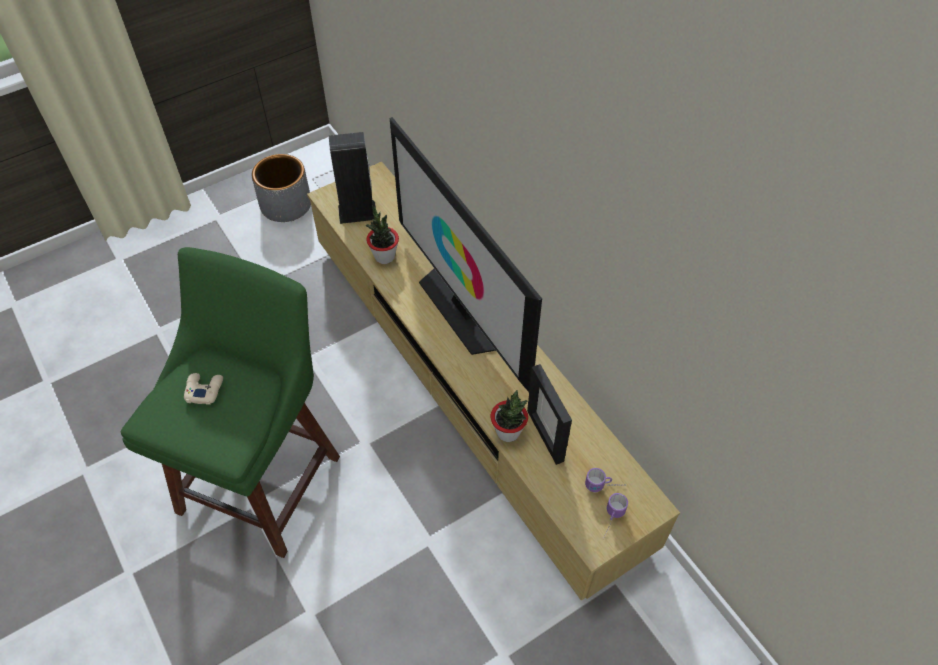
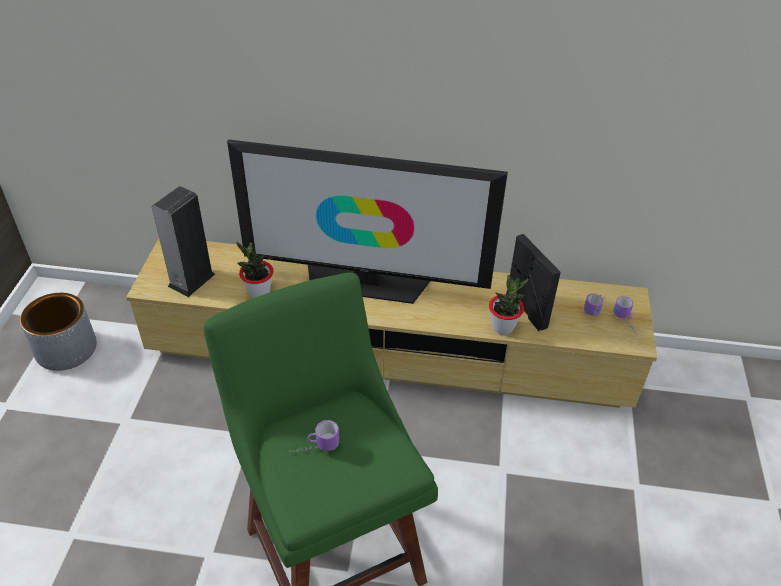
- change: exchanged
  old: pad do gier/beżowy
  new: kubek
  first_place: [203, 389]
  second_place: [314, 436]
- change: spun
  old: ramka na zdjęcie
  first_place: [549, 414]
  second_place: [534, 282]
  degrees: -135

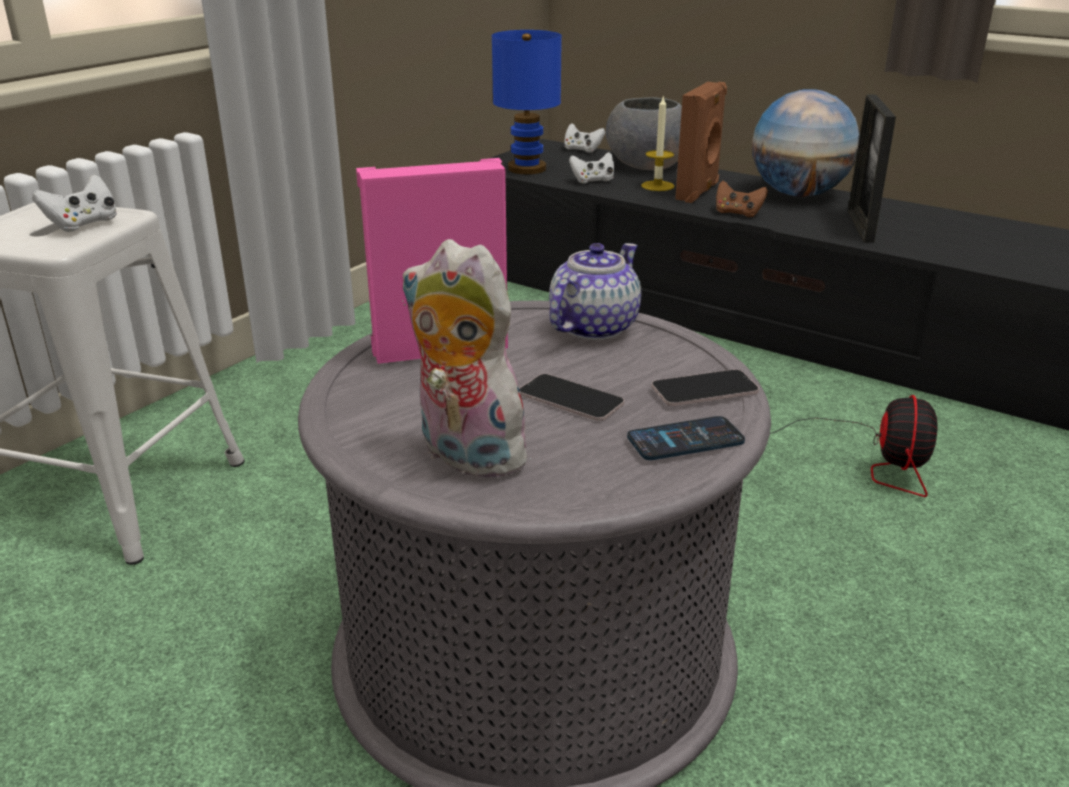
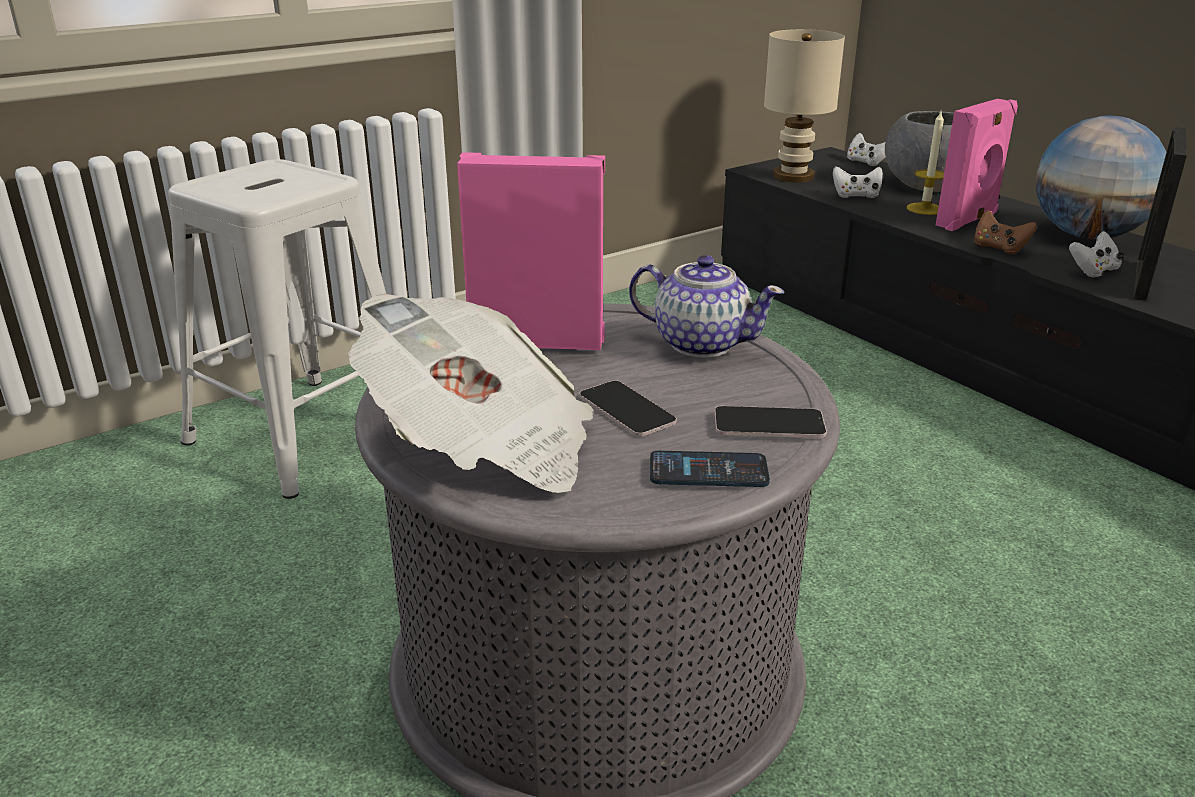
- change: exchanged
  old: pluszak
  new: gazeta
  first_place: [471, 358]
  second_place: [470, 393]
- change: spun
  old: imbryk
  first_place: [595, 291]
  second_place: [706, 306]
  degrees: 60
- change: colour
  old: lampa stołowa/niebieski
  new: lampa stołowa/beżowy
  first_place: [527, 102]
  second_place: [804, 105]
- change: colour
  old: głośnik/brązowy
  new: głośnik/różowy
  first_place: [701, 142]
  second_place: [977, 165]
- change: relocated
  old: pad do gier/biały
  first_place: [74, 203]
  second_place: [1096, 254]
- change: missing
  old: wentylator
  first_place: [853, 446]

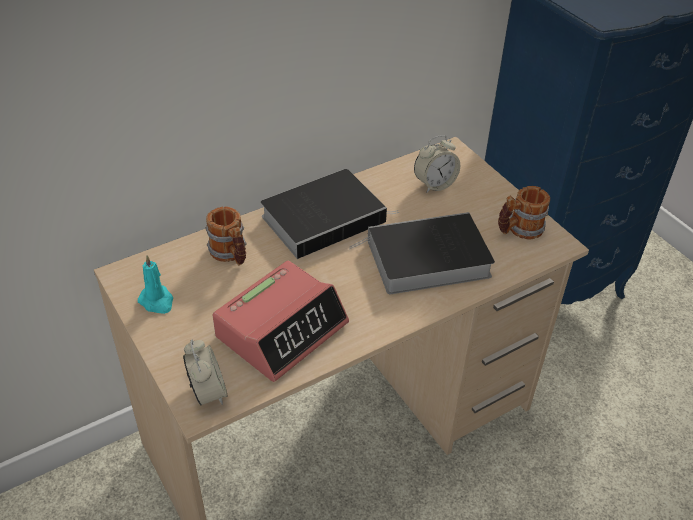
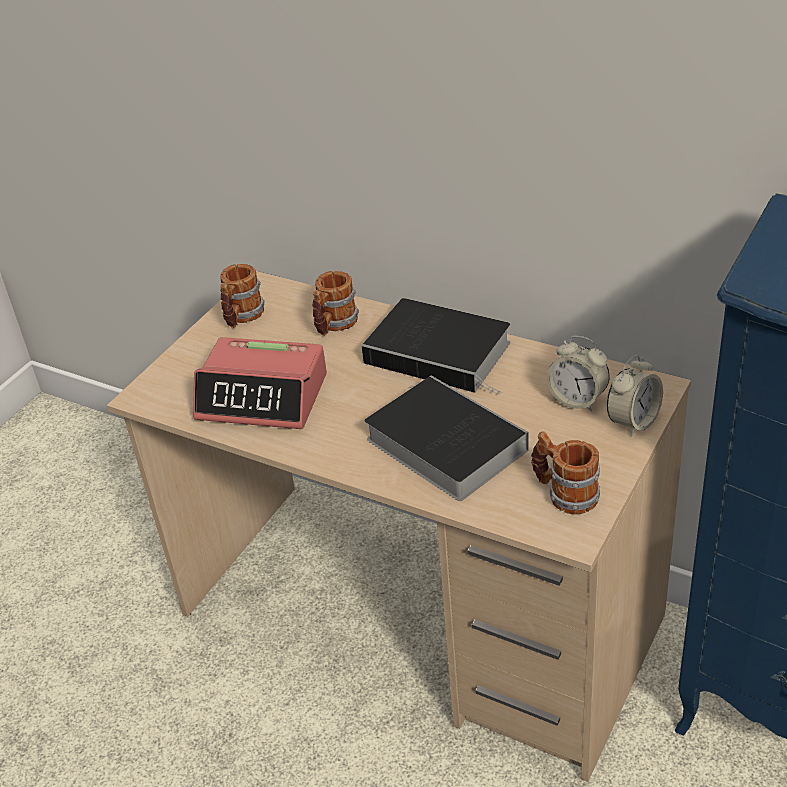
- change: exchanged
  old: świeca/turkusowy
  new: kubek
  first_place: [155, 284]
  second_place: [242, 296]
- change: relocated
  old: budzik
  first_place: [205, 372]
  second_place: [635, 395]

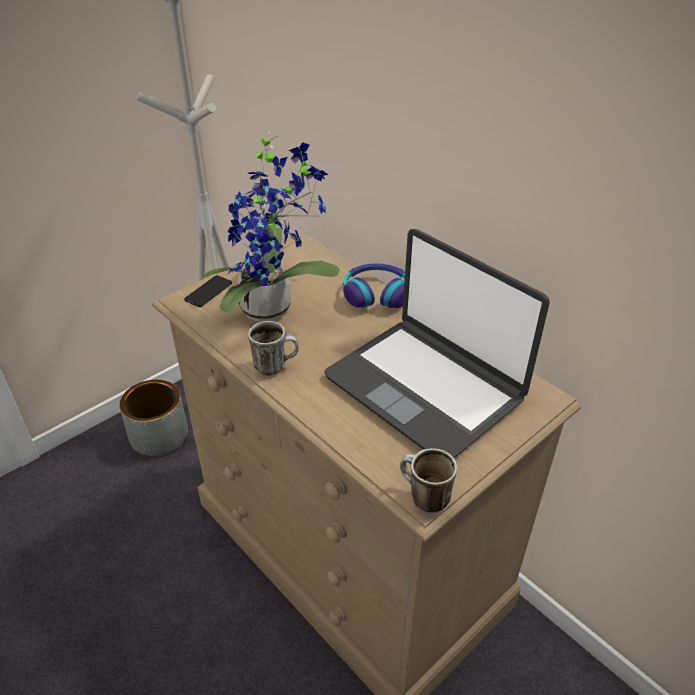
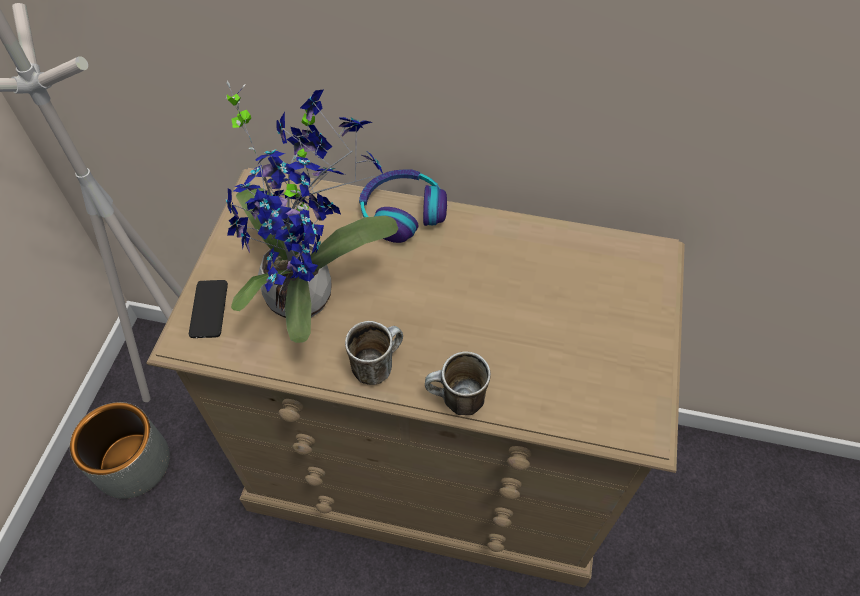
- change: relocated
  old: kubek
  first_place: [428, 480]
  second_place: [458, 383]
- change: missing
  old: laptop
  first_place: [437, 343]

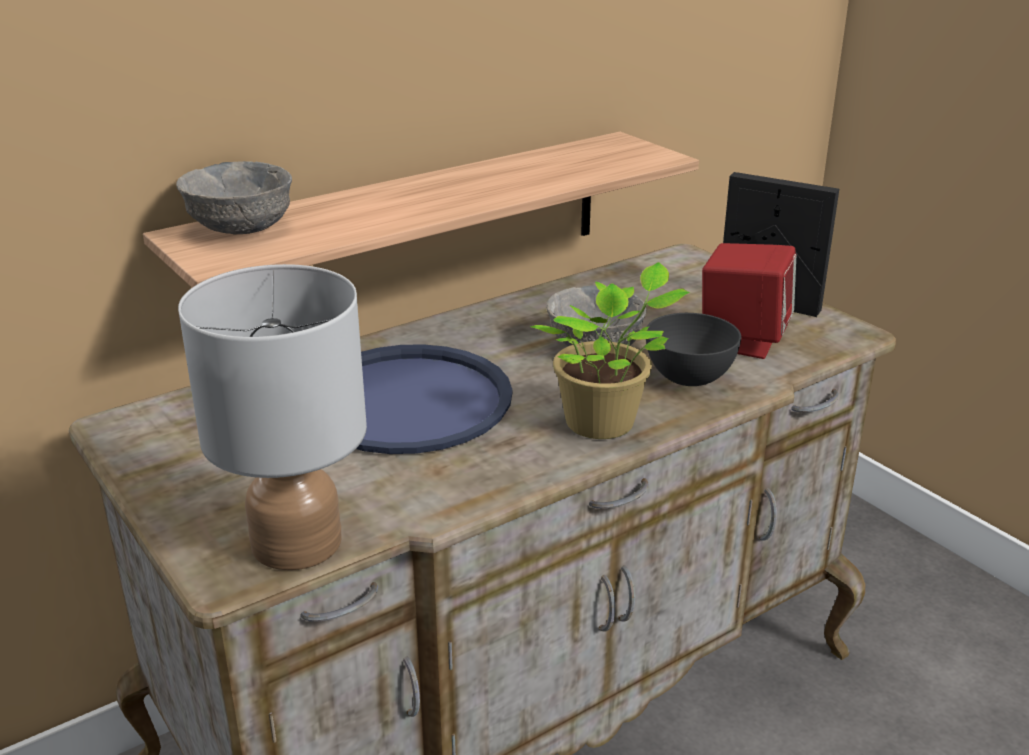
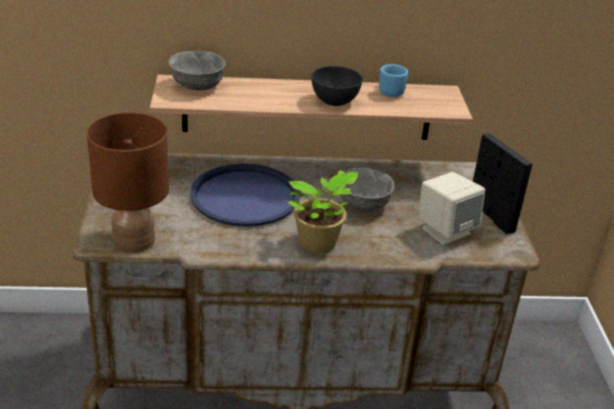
- change: colour
  old: lampa stołowa/szary
  new: lampa stołowa/brązowy
  first_place: [272, 417]
  second_place: [128, 182]
- change: relocated
  old: miska/szary
  first_place: [693, 349]
  second_place: [337, 86]
- change: appeared
  new: kubek/niebieski
  second_place: [393, 80]
- change: colour
  old: głośnik/czerwony
  new: głośnik/beżowy
  first_place: [749, 301]
  second_place: [452, 208]

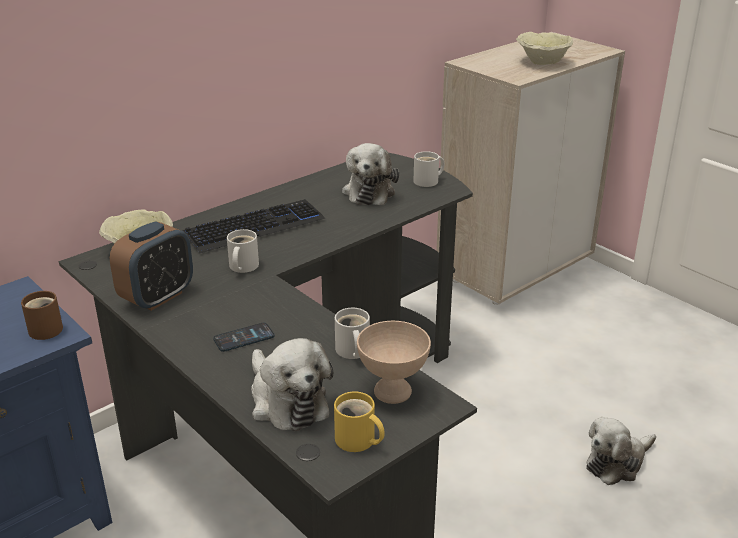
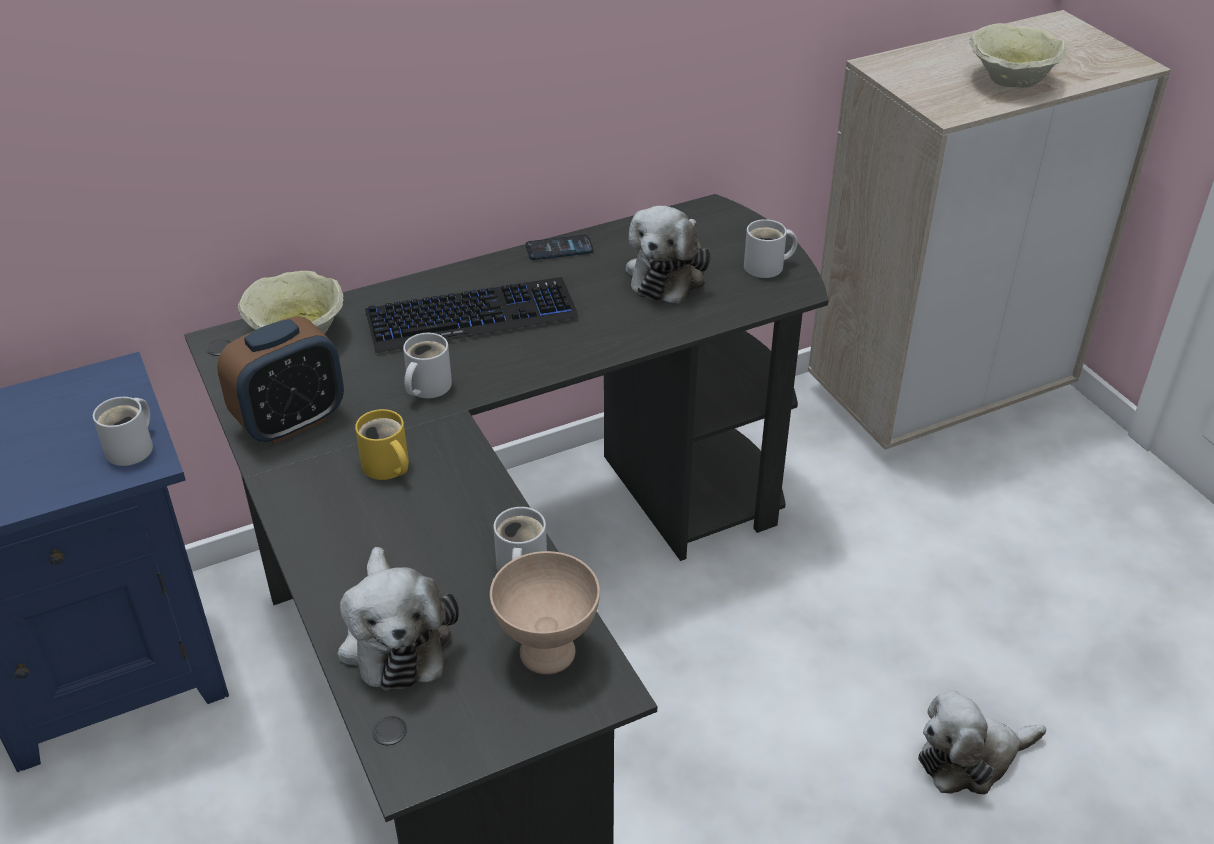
- change: colour
  old: kubek/brązowy
  new: kubek/biały
  first_place: [42, 315]
  second_place: [123, 431]
- change: relocated
  old: kubek/żółty
  first_place: [359, 421]
  second_place: [382, 444]
- change: relocated
  old: telefon
  first_place: [243, 337]
  second_place: [560, 247]

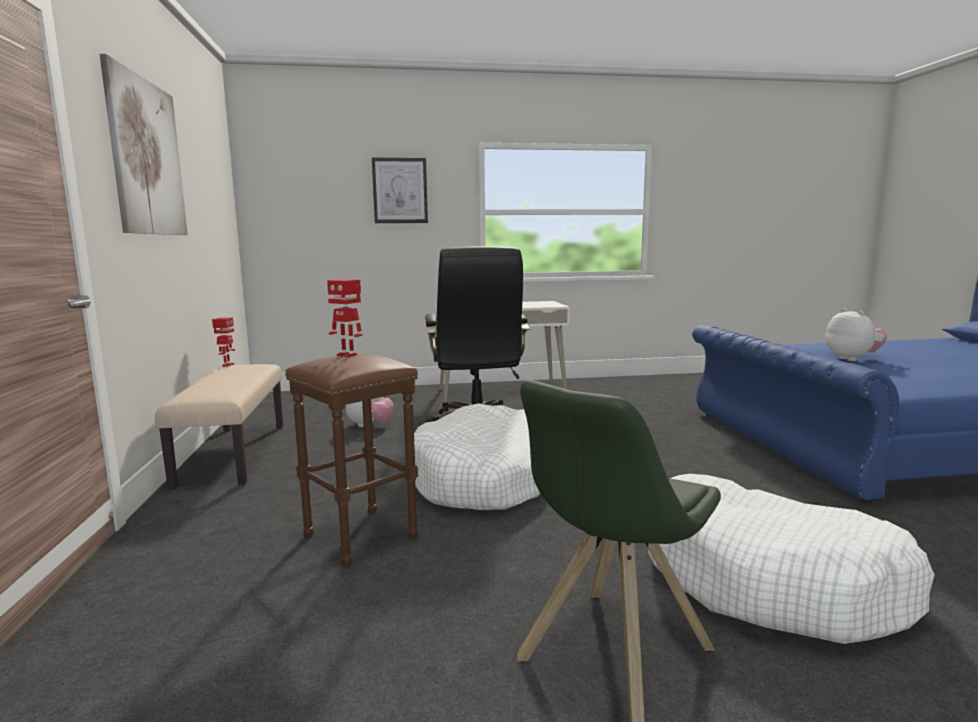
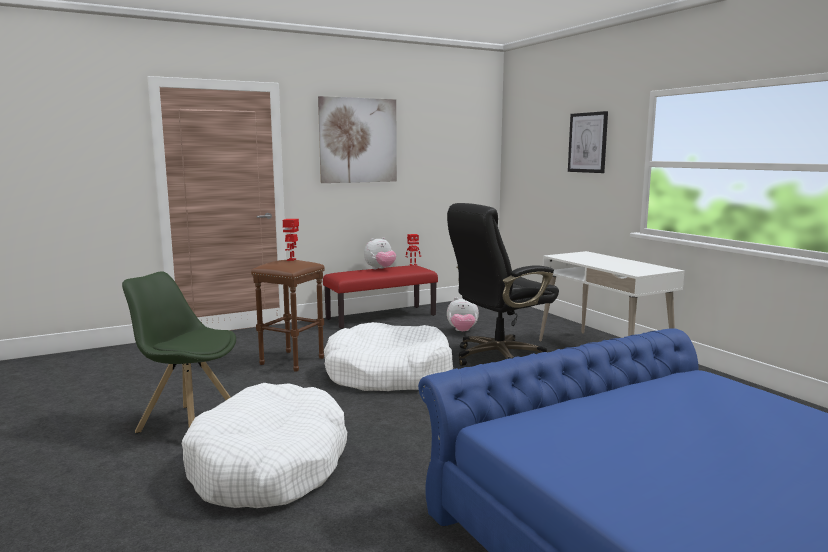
- change: colour
  old: ławka/beżowy
  new: ławka/czerwony
  first_place: [219, 426]
  second_place: [380, 297]
- change: relocated
  old: pluszak
  first_place: [856, 334]
  second_place: [380, 253]

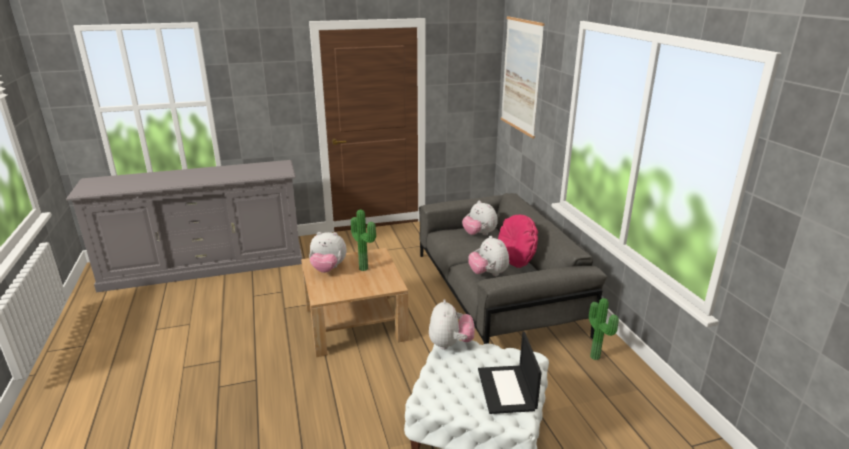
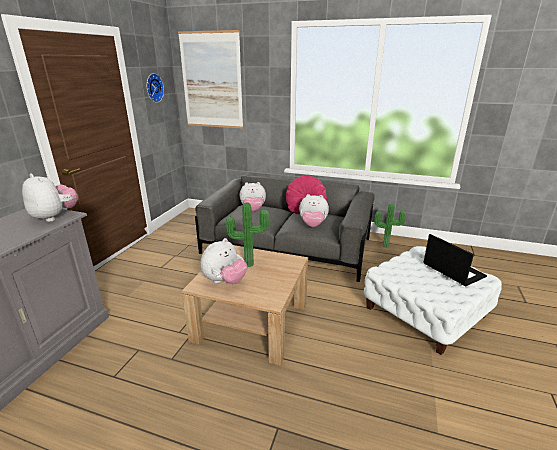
- change: relocated
  old: pluszak
  first_place: [452, 324]
  second_place: [50, 197]
- change: appeared
  new: zegar ścienny
  second_place: [155, 88]
- change: spun
  old: laptop
  first_place: [510, 373]
  second_place: [455, 260]
  degrees: -150

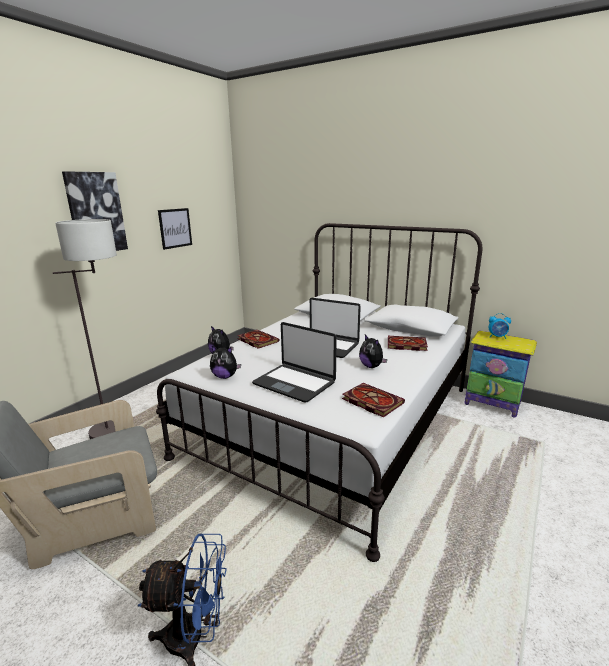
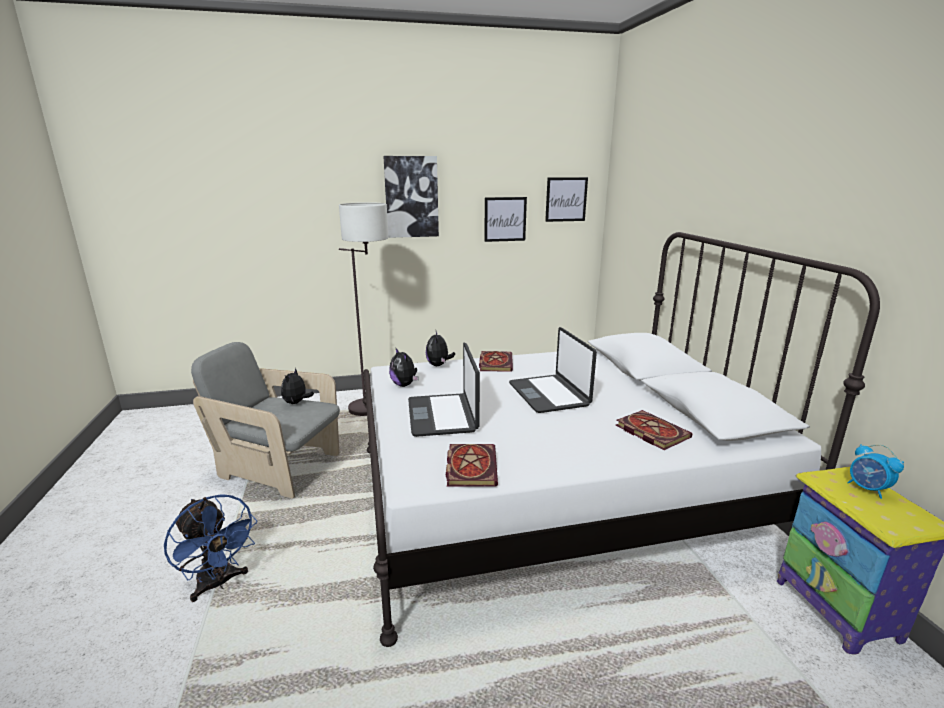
- change: relocated
  old: pluszak
  first_place: [373, 351]
  second_place: [297, 386]
- change: appeared
  new: obraz
  second_place: [566, 199]

